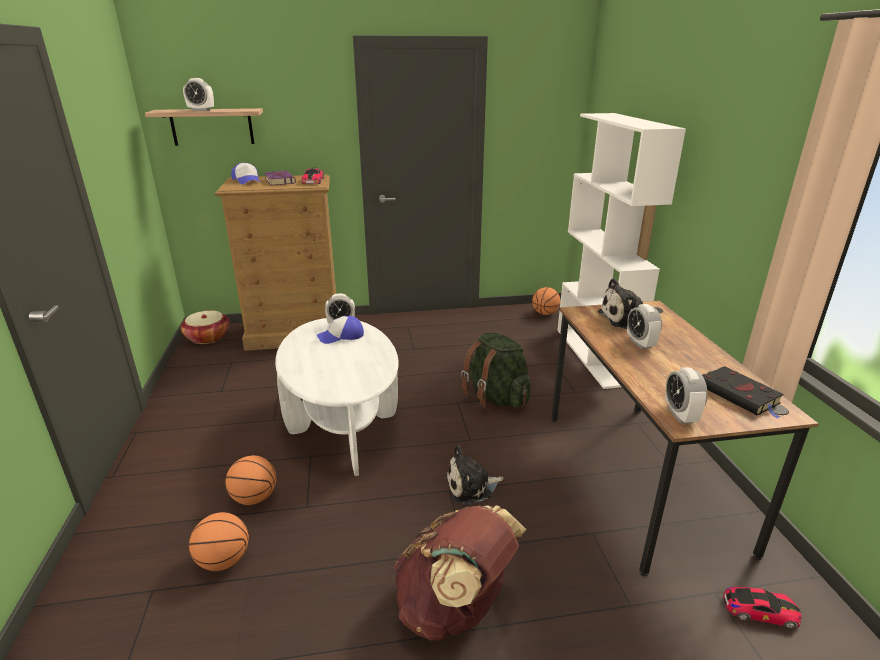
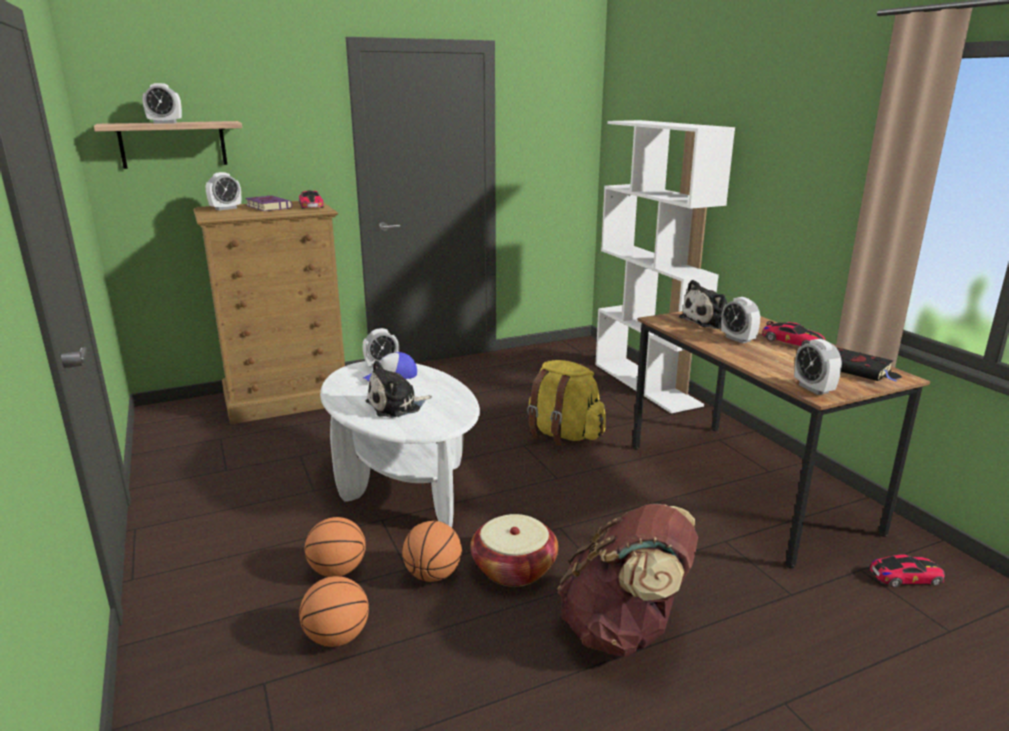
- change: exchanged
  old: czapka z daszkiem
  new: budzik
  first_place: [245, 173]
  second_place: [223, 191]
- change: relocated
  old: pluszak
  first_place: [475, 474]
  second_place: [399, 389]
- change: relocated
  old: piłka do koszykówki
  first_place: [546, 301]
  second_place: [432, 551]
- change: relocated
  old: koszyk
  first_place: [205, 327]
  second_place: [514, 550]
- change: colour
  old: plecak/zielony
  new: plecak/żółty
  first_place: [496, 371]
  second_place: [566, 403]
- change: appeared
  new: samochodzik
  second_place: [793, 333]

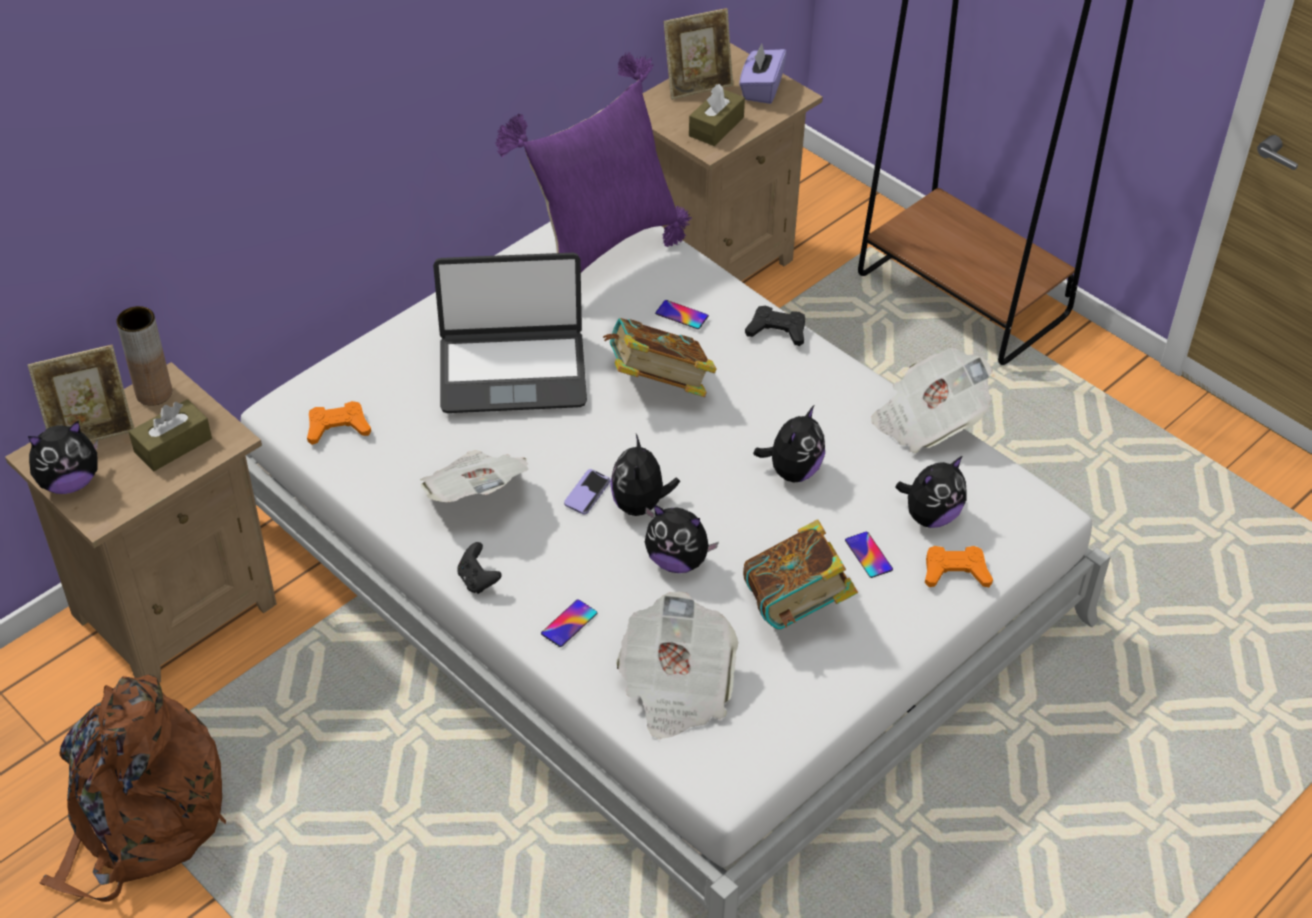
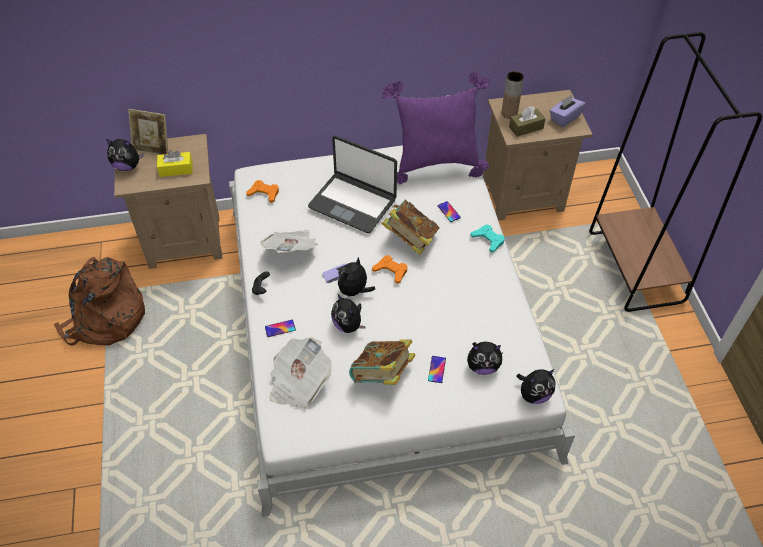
- change: colour
  old: pudełko chusteczek/brązowy
  new: pudełko chusteczek/żółty
  first_place: [170, 435]
  second_place: [175, 163]
- change: relocated
  old: pad do gier/pomarańczowy
  first_place: [959, 566]
  second_place: [389, 269]
- change: colour
  old: pad do gier/czarny
  new: pad do gier/turkusowy
  first_place: [775, 326]
  second_place: [487, 238]
- change: relocated
  old: wazon/brązowy
  first_place: [144, 356]
  second_place: [512, 95]
- change: relocated
  old: pluszak
  first_place: [789, 443]
  second_place: [535, 386]
- change: missing
  old: ramka na zdjęcie
  first_place: [698, 54]
- change: missing
  old: gazeta
  first_place: [932, 400]

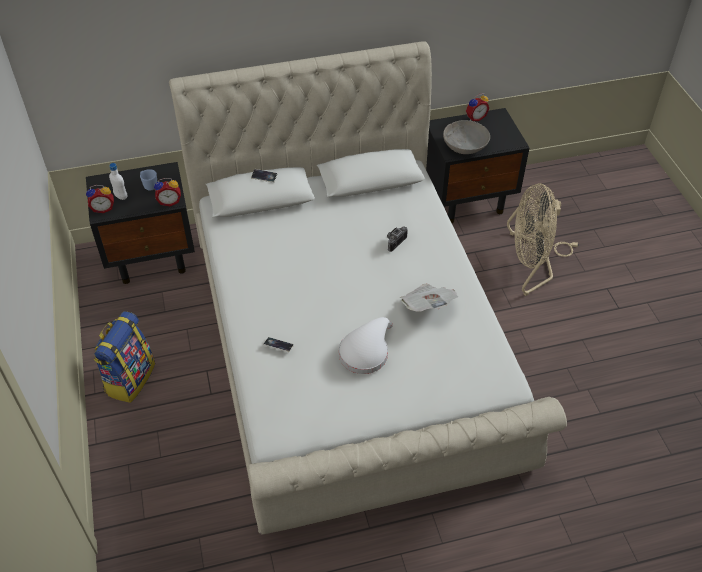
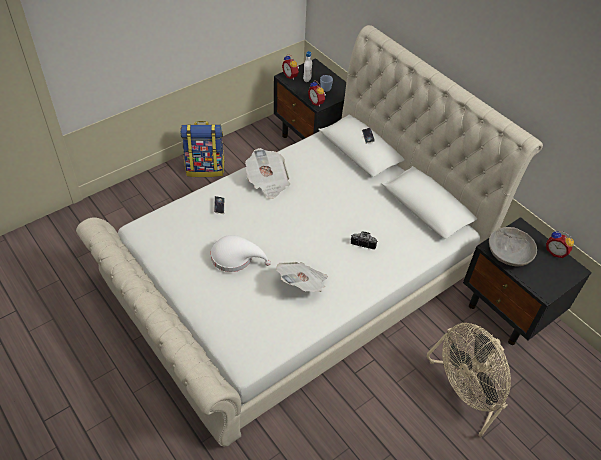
- change: appeared
  new: gazeta
  second_place: [267, 173]
- change: spun
  old: wentylator/beżowy
  first_place: [543, 239]
  second_place: [469, 380]
  degrees: -90

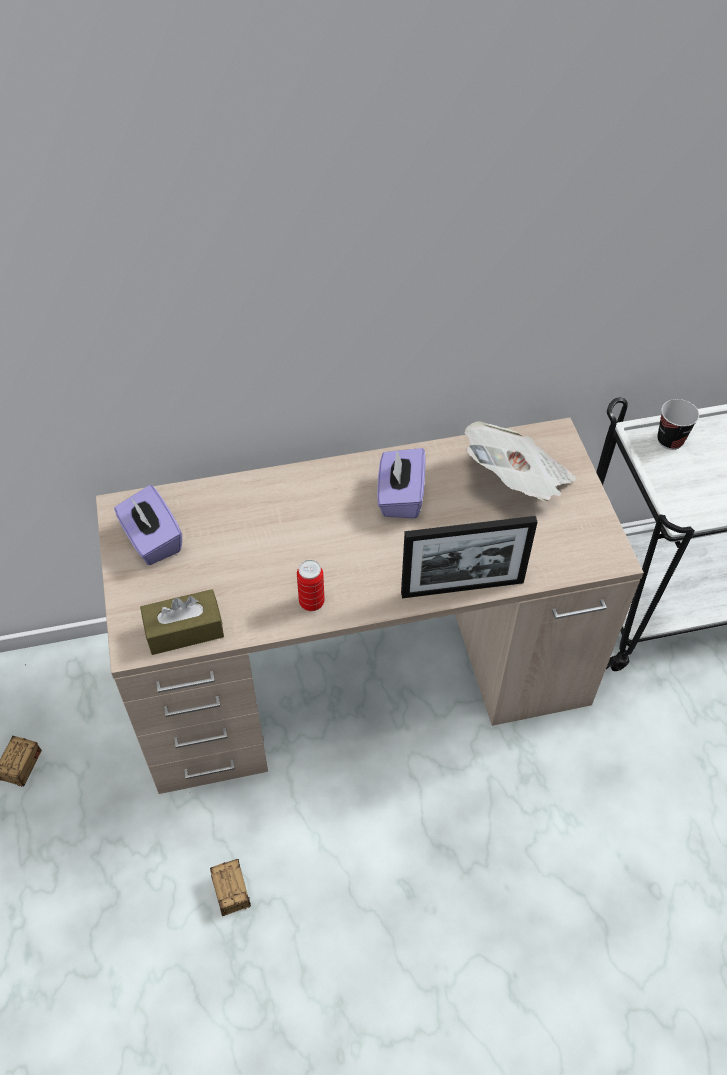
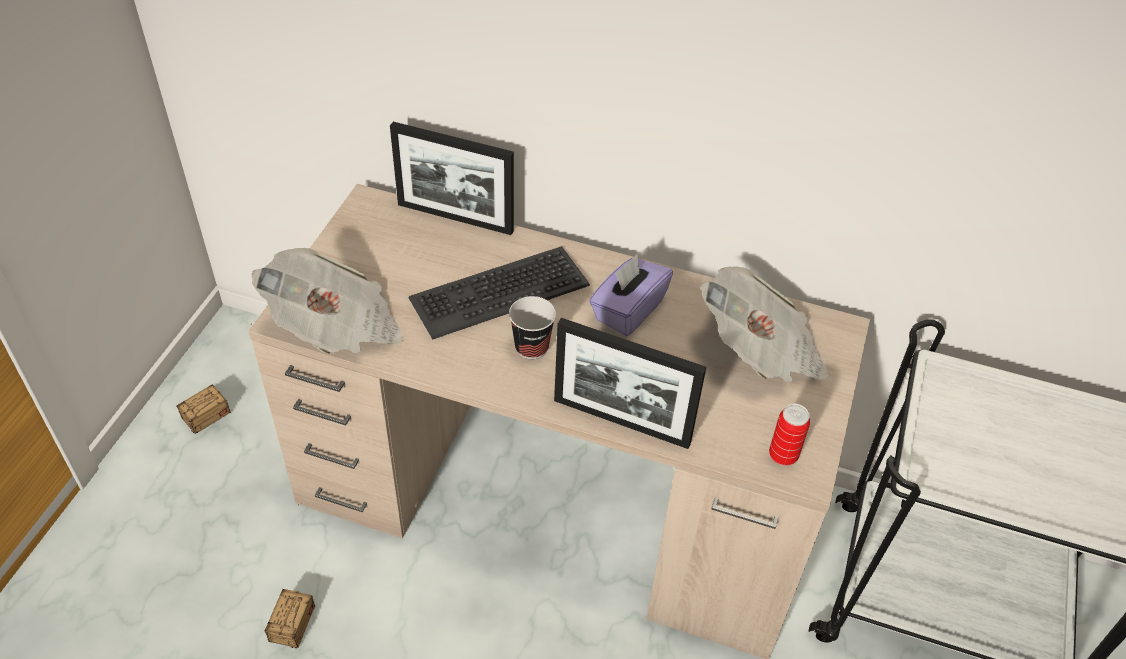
- change: exchanged
  old: pudełko chusteczek/brązowy
  new: gazeta
  first_place: [182, 622]
  second_place: [328, 301]
- change: appeared
  new: ramka na zdjęcie
  second_place: [452, 178]
- change: appeared
  new: klawiatura
  second_place: [499, 293]
- change: relocated
  old: filiżanka
  first_place: [678, 424]
  second_place: [532, 327]
- change: relocated
  old: puszka
  first_place: [311, 585]
  second_place: [789, 435]
- change: missing
  old: pudełko chusteczek/fioletowy
  first_place: [148, 525]

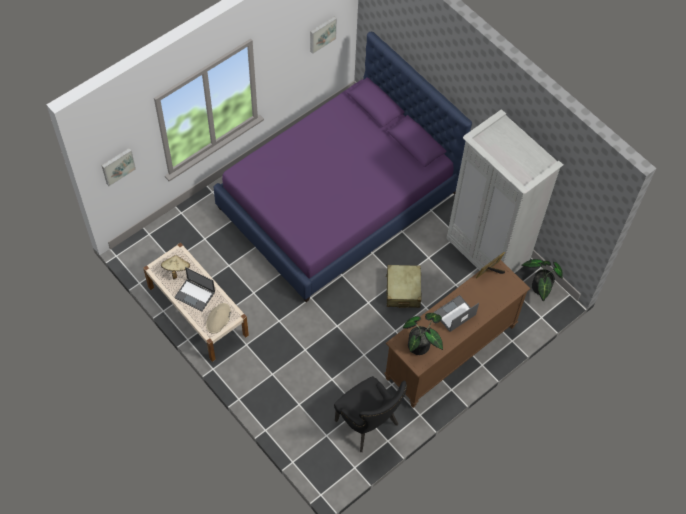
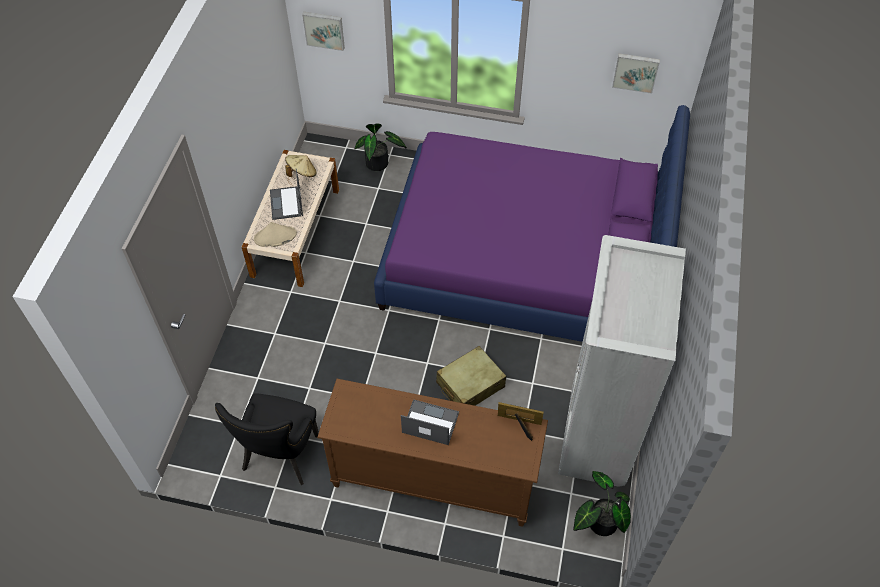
- change: relocated
  old: roślina doniczkowa
  first_place: [423, 334]
  second_place: [380, 147]

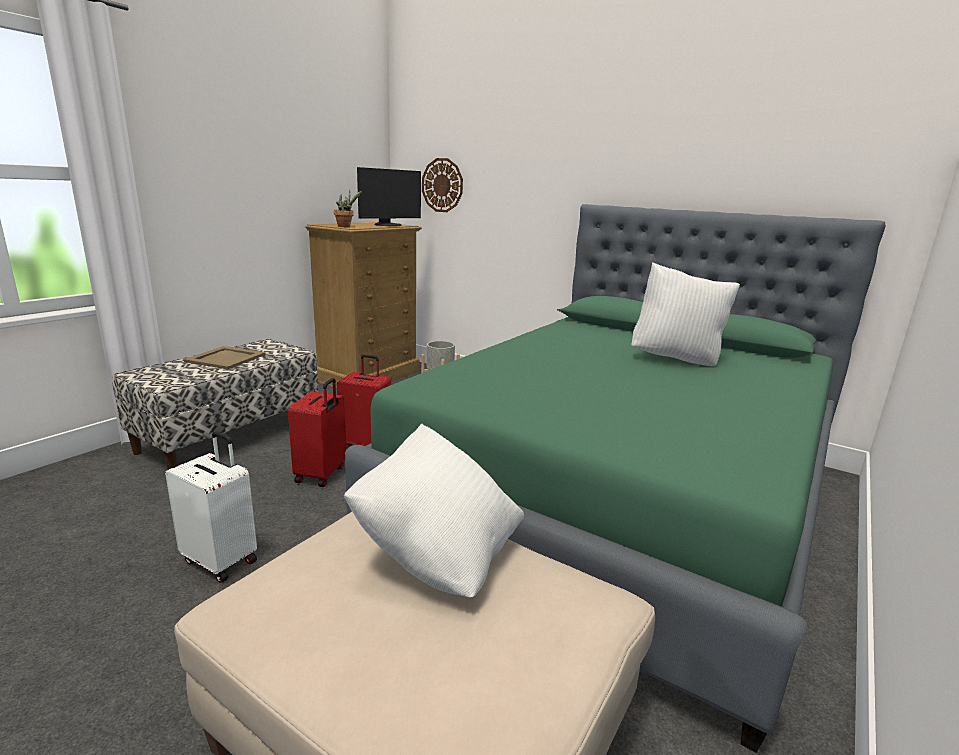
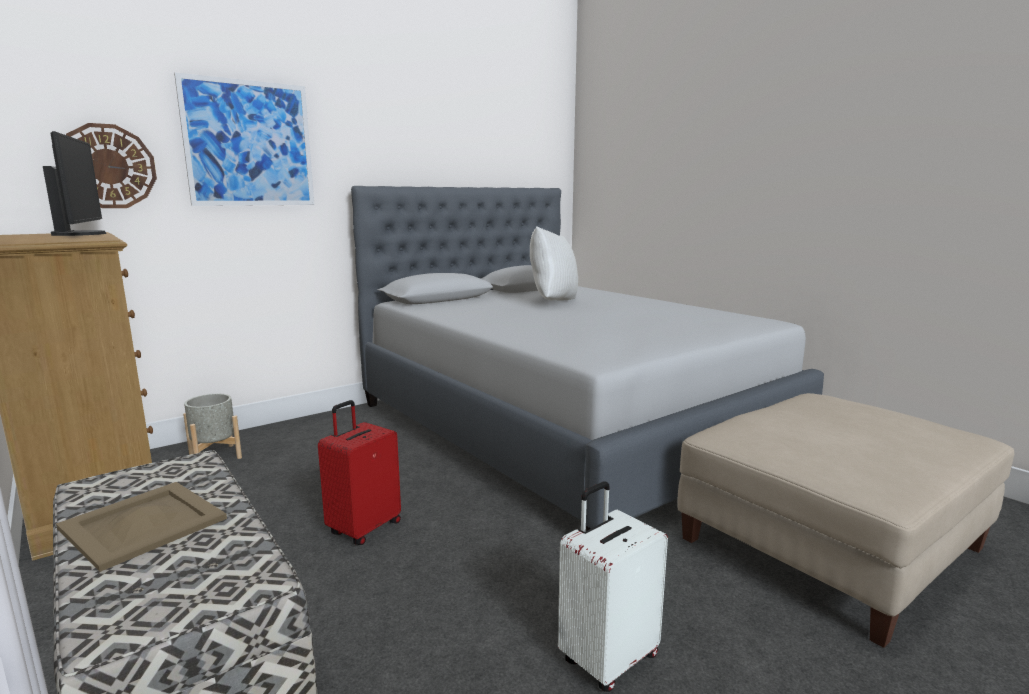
- change: appeared
  new: obraz
  second_place: [244, 139]
- change: colour
  old: łóżko/zielony
  new: łóżko/szary
  first_place: [615, 478]
  second_place: [587, 358]
- change: missing
  old: walizka/czerwony
  first_place: [317, 432]
- change: missing
  old: roślina doniczkowa
  first_place: [348, 208]
- change: missing
  old: poduszka/biały
  first_place: [434, 511]

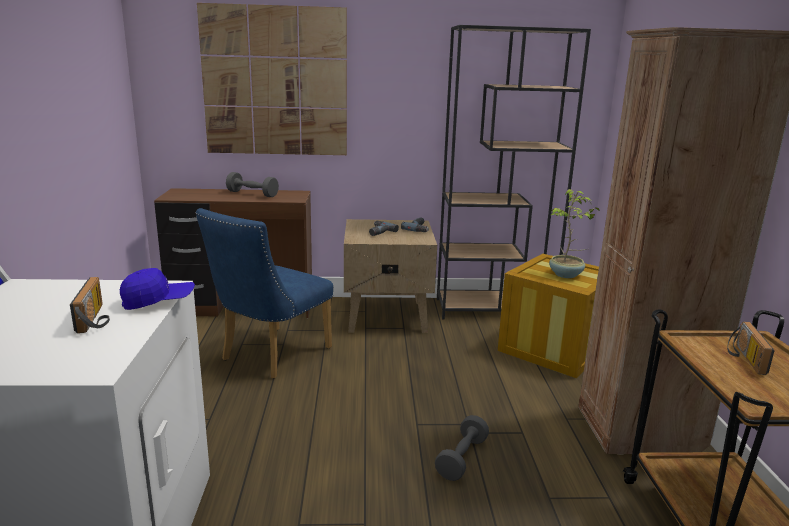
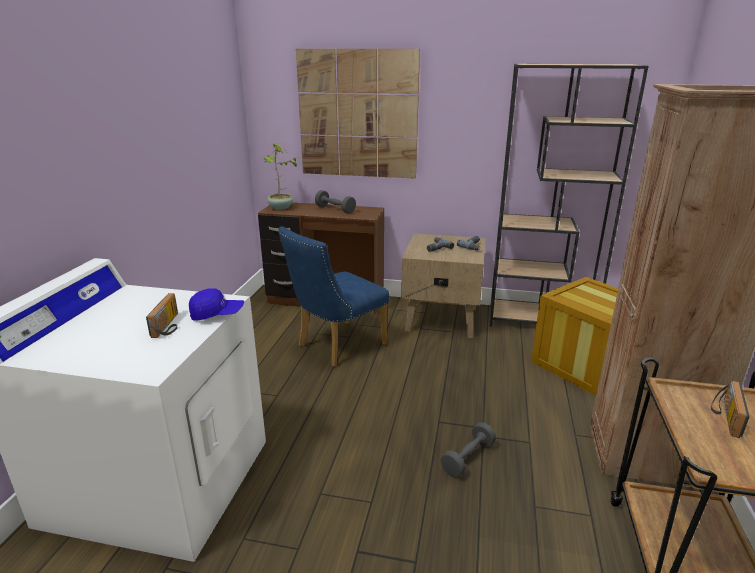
- change: relocated
  old: roślina doniczkowa
  first_place: [574, 233]
  second_place: [279, 176]

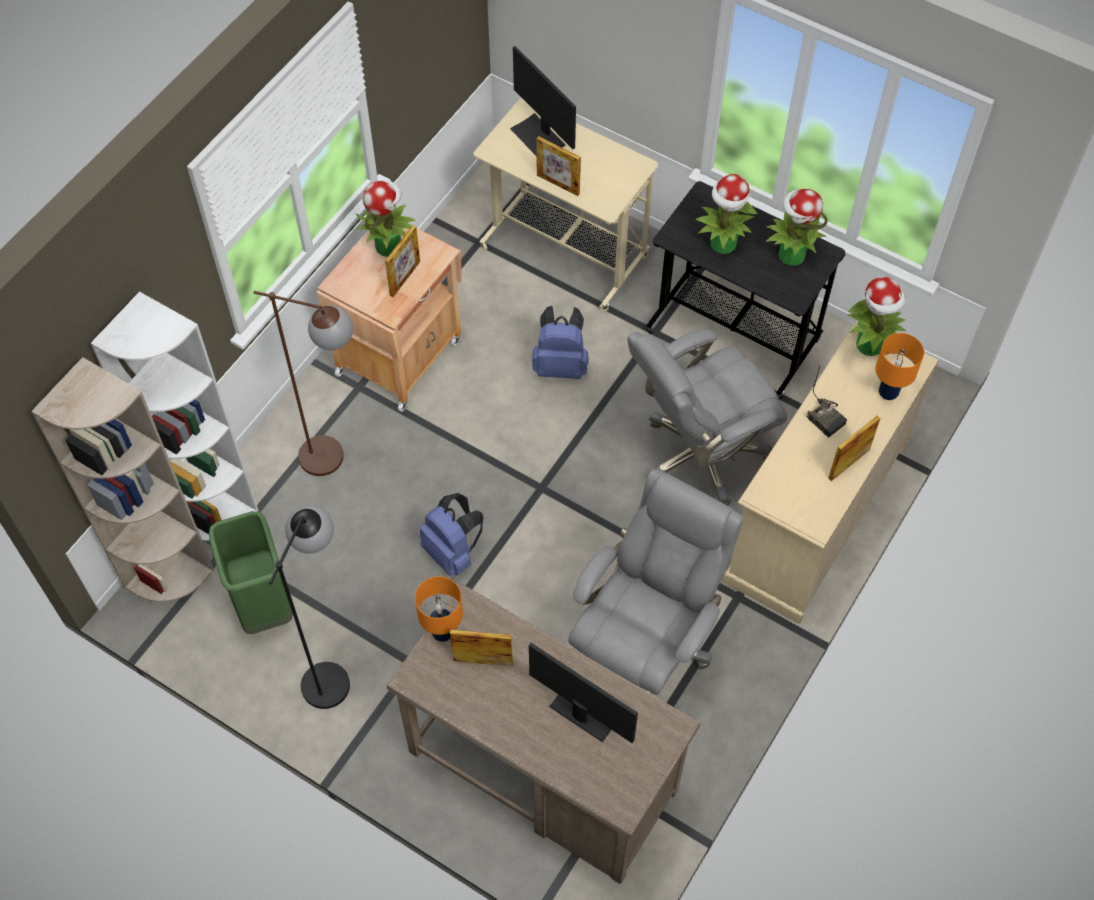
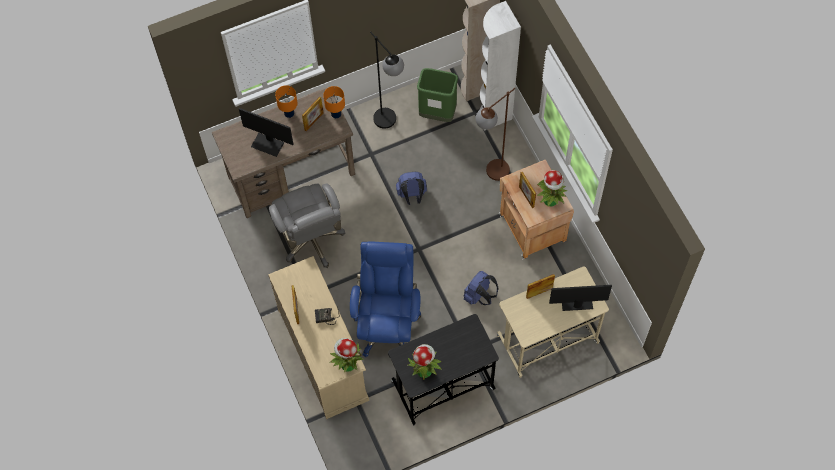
- change: spun
  old: monitor
  first_place: [583, 693]
  second_place: [266, 132]
  degrees: 45
- change: relocated
  old: lampa stołowa/pomarańczowy
  first_place: [899, 366]
  second_place: [286, 101]
- change: colour
  old: krzesło biurowe/szary
  new: krzesło biurowe/niebieski
  first_place: [707, 417]
  second_place: [385, 299]
- change: missing
  old: roślina doniczkowa
  first_place: [726, 214]

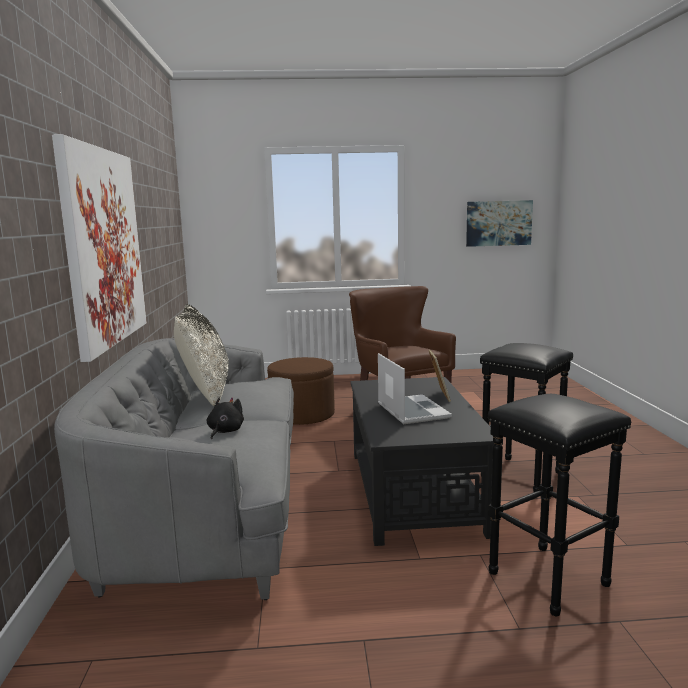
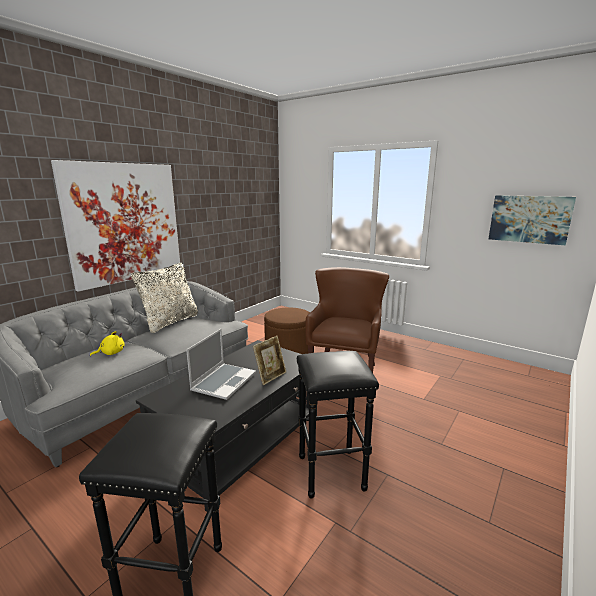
- change: colour
  old: pluszak/czarny
  new: pluszak/żółty
  first_place: [225, 418]
  second_place: [107, 343]

